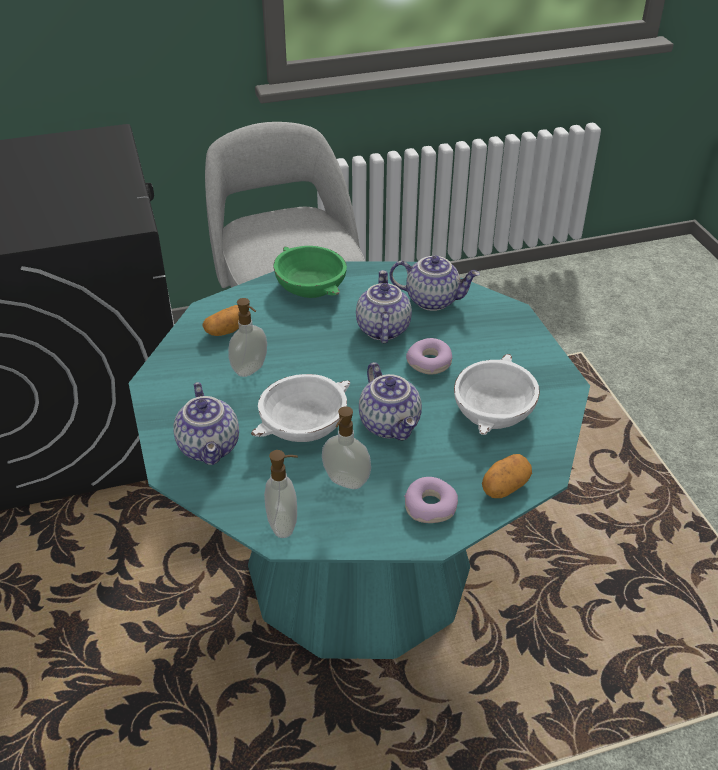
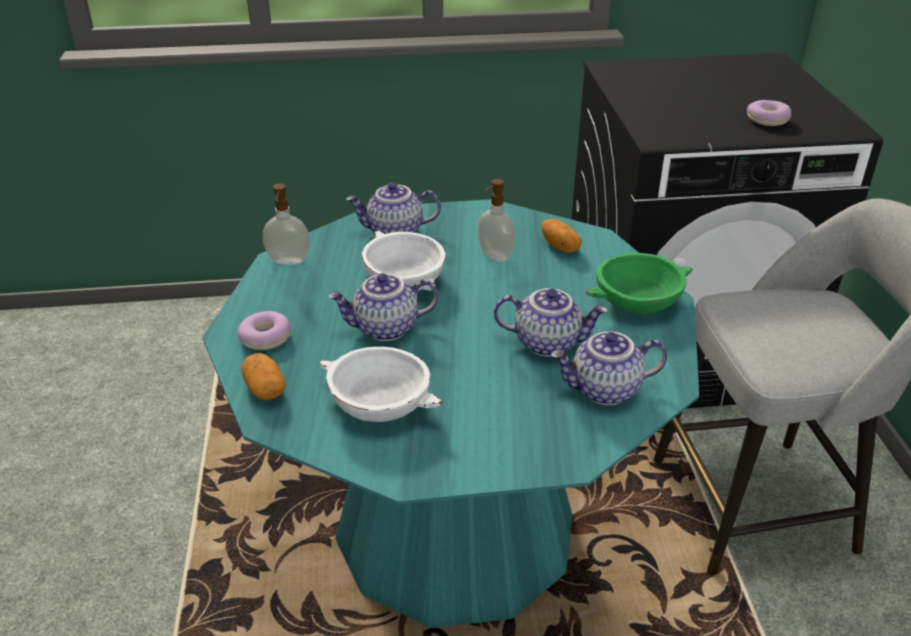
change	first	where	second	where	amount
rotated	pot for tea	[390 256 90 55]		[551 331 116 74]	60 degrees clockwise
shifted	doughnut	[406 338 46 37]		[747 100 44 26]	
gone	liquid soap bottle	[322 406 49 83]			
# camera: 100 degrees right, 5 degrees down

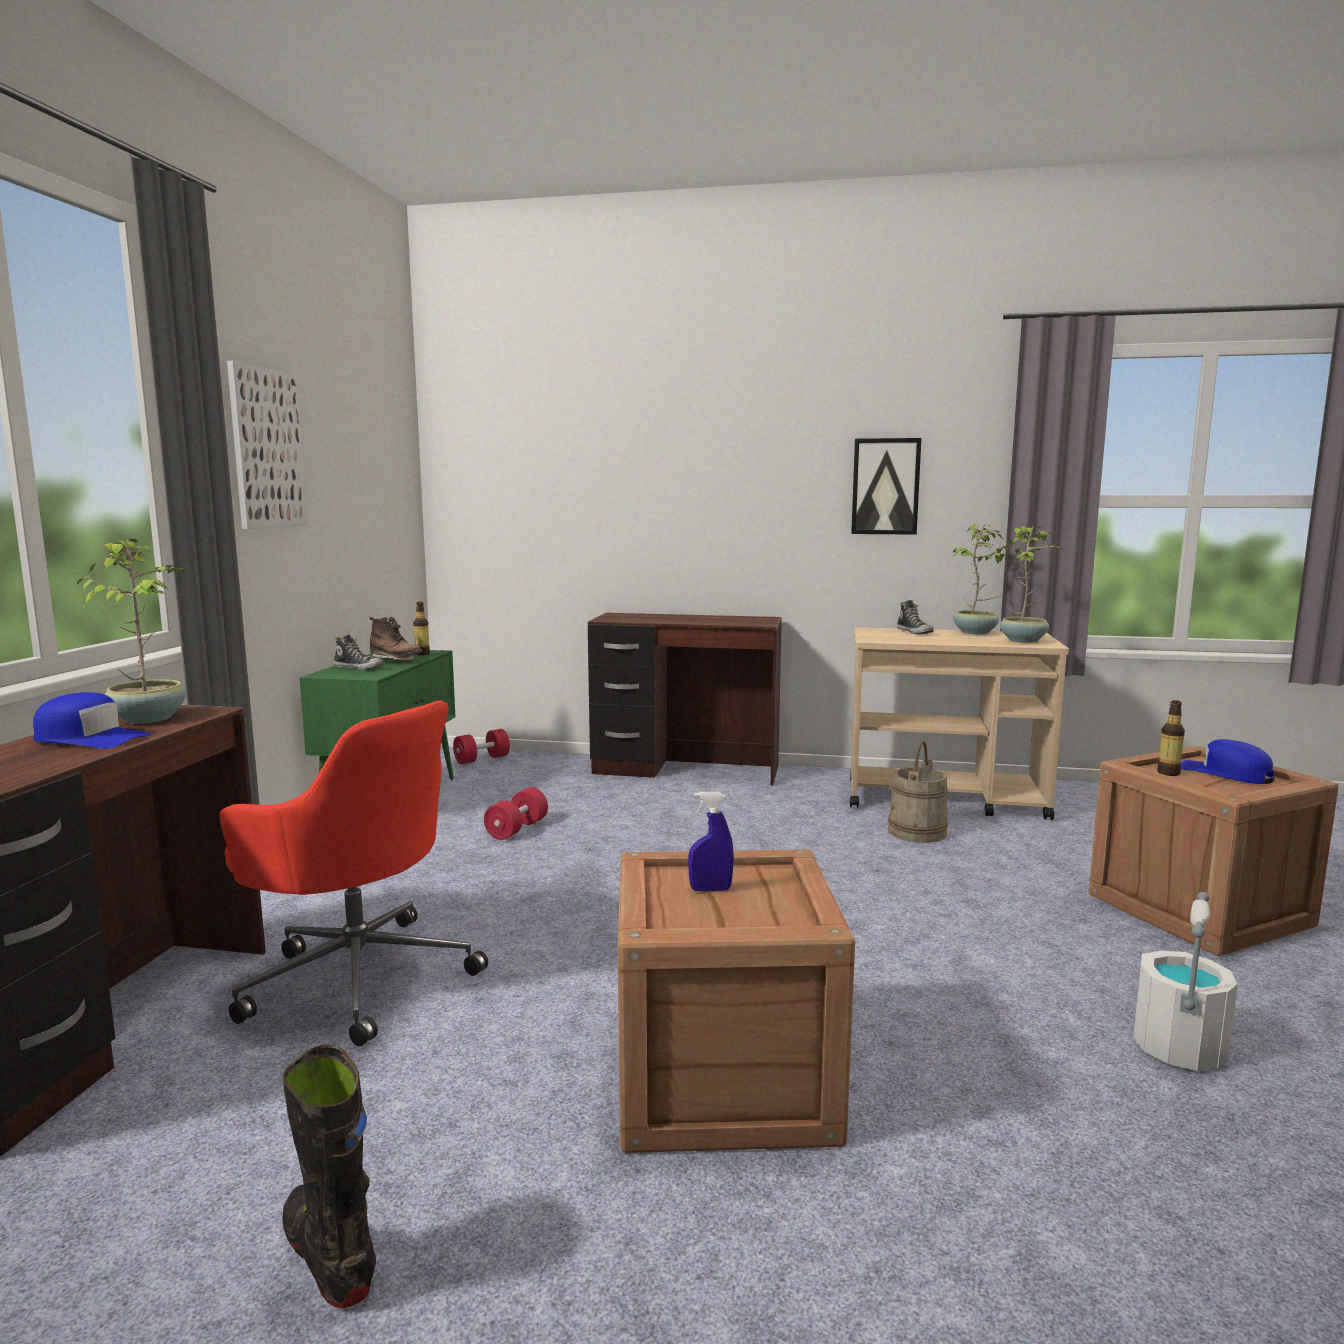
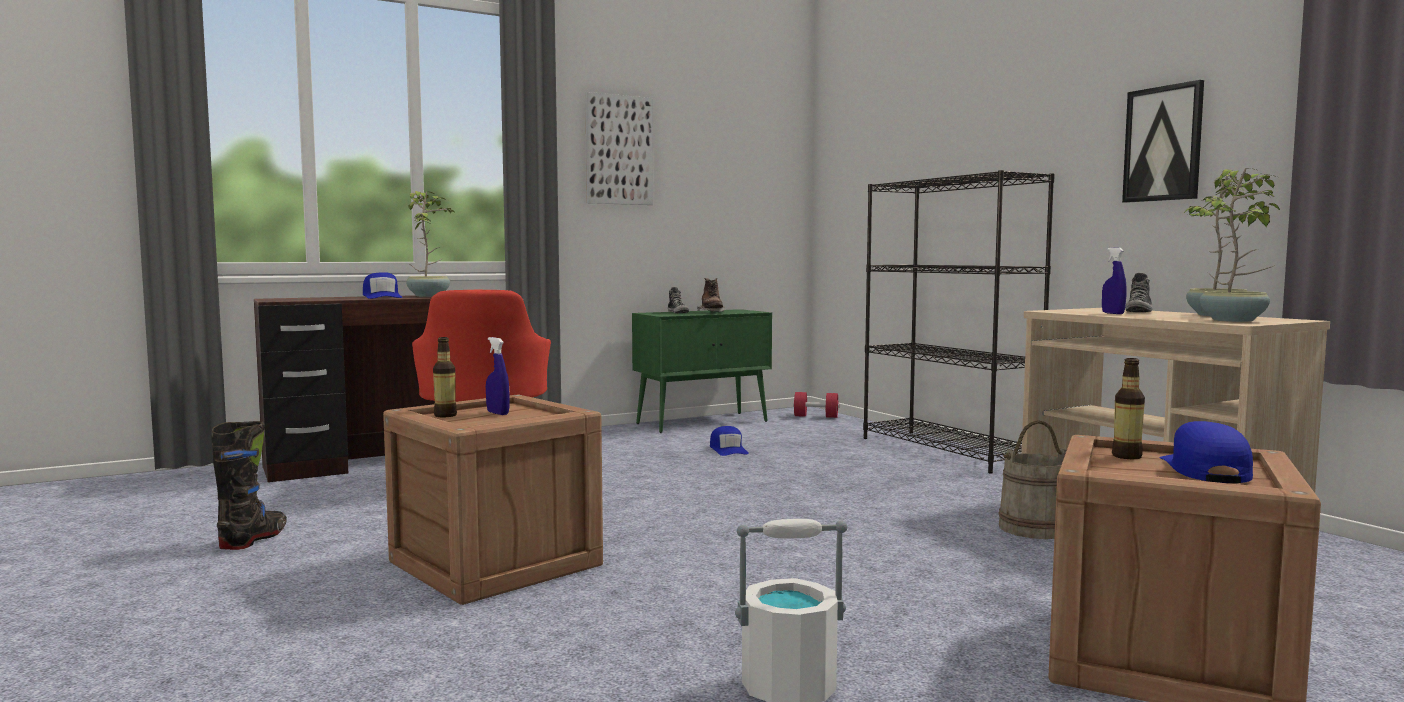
change	first	where	second	where	amount
shifted	drink bottle	[413 602 17 53]		[433 337 24 80]	
swapped	brownish desk table	[588 613 194 173]	black bookcase	[863 170 192 304]	
swapped	red-coloured dumbbell	[484 787 64 53]	blue-coloured cap	[710 426 39 30]	
new			blue-coloured sprayer	[1102 248 25 66]	
# camera: 50 degrees right, 5 degrees down

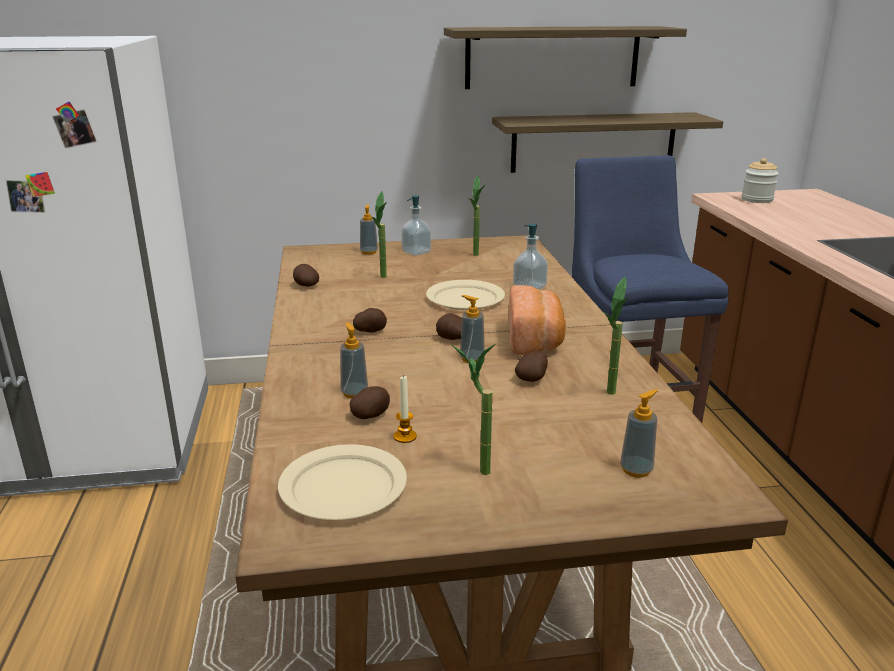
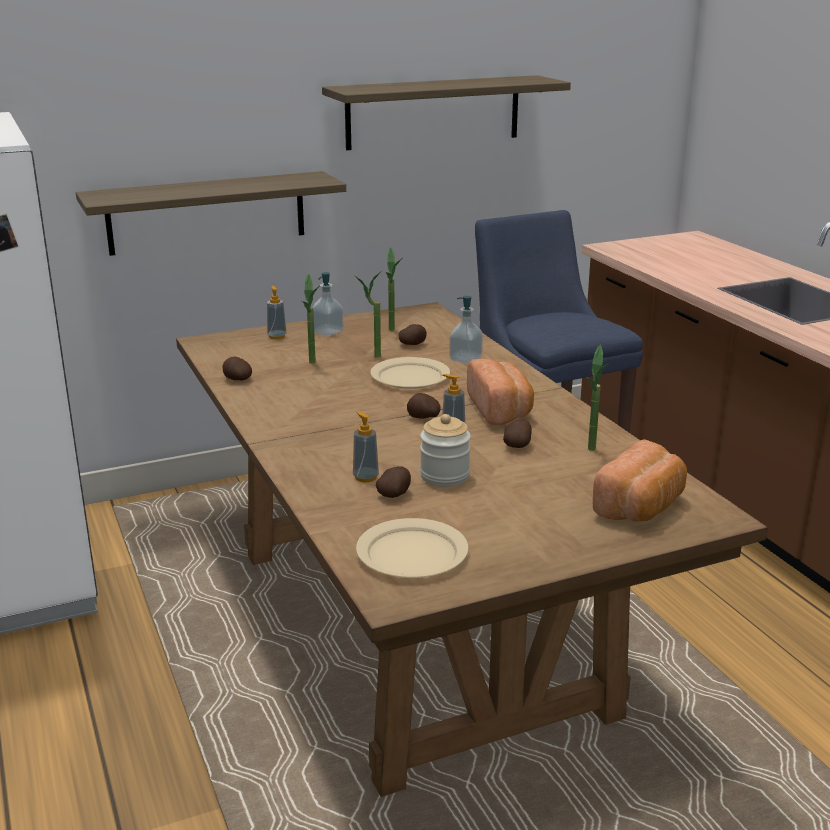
change	first	where	second	where	amount
shifted	shelf	[492 112 231 61]		[76 171 270 85]	
shifted	preserve jar	[742 158 37 45]		[420 414 51 73]	
shifted	spud	[353 308 34 25]		[399 324 28 21]	
shifted	potted plant	[451 344 44 131]		[354 273 27 85]	
gone	wax light	[393 375 24 68]			
swapped	liquid soap bottle	[620 389 38 89]	bakery bread	[593 440 94 82]	
# camera: 15 degrees left, 0 degrees up

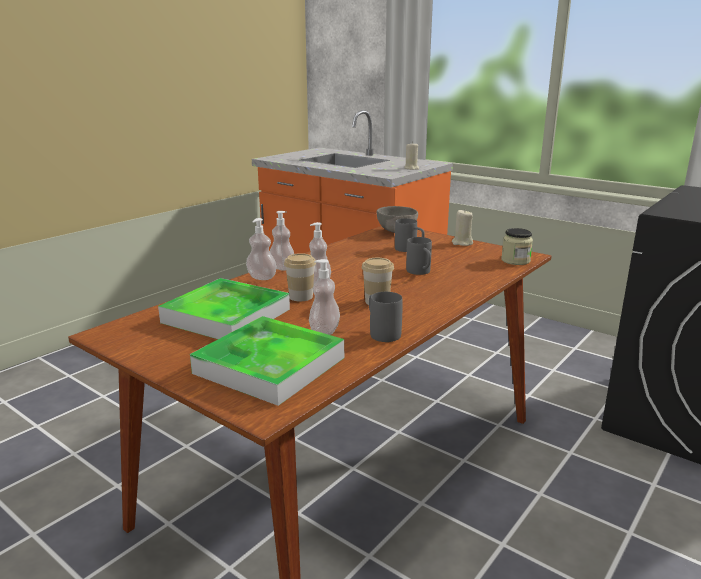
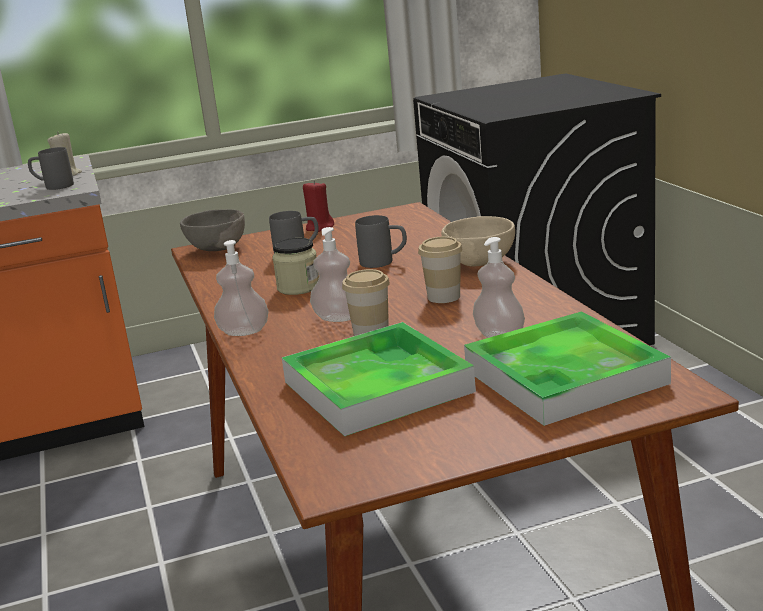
change	first	where	second	where	amount
repainted	beige-coloured wax light	[452 209 21 37]	red-coloured wax light	[303 180 31 52]	
gone	liquid soap bottle	[246 218 31 62]			
shifted	preserve jar	[501 228 32 37]		[273 238 46 57]	
shifted	greyish coffee mug	[369 292 34 50]		[28 147 46 43]	
new			beige-coloured serving bowl	[441 216 74 51]	
# camera: 55 degrees left, 0 degrees up

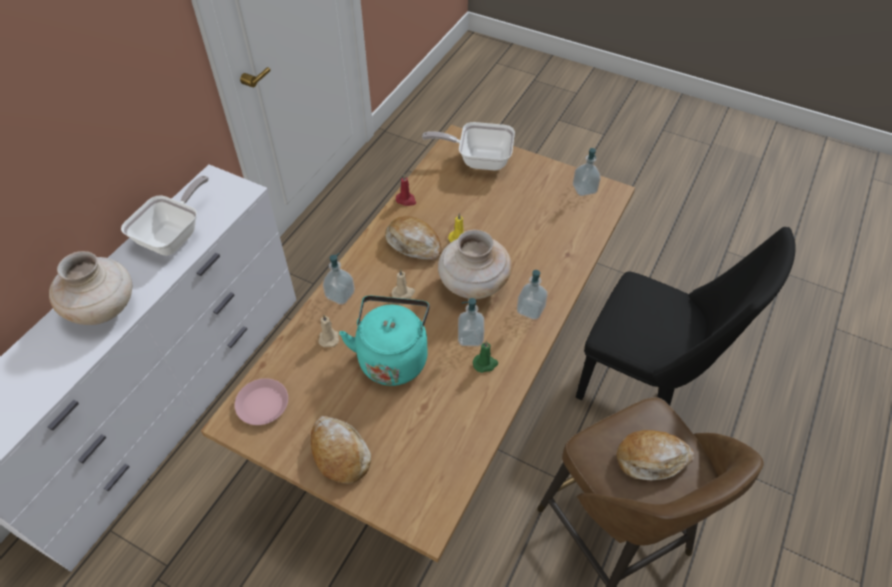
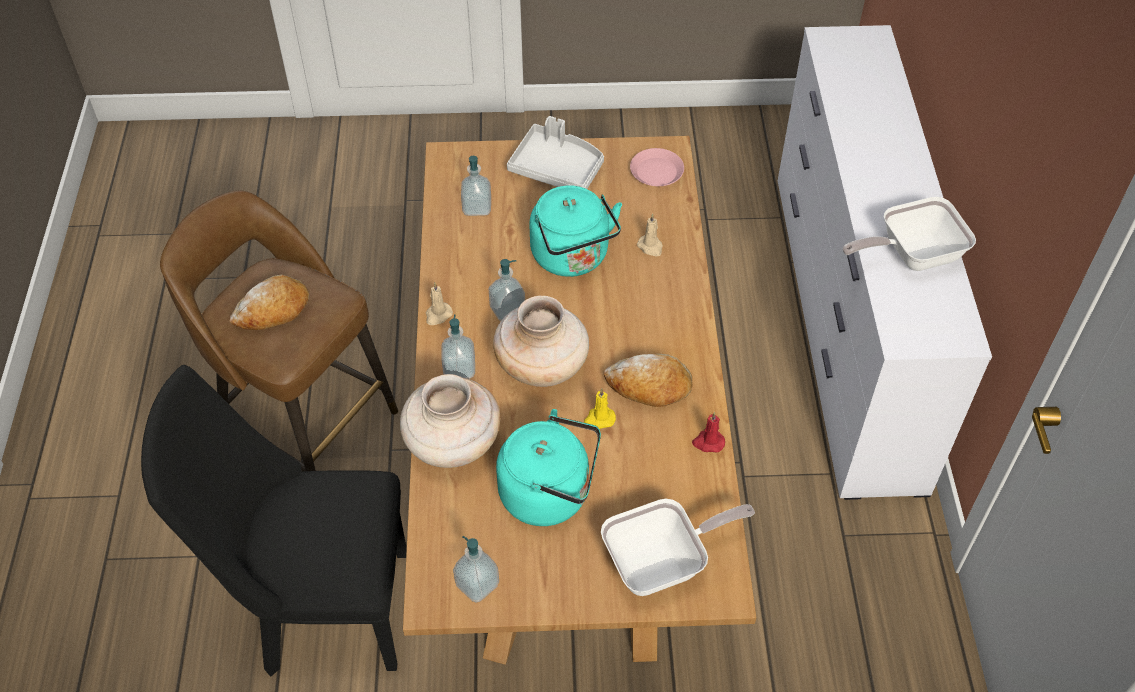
change	first	where	second	where	amount
rotated	frying pan	[121 175 88 81]		[843 197 133 74]	75 degrees clockwise
shifted	beige-coloured vase	[49 251 83 74]		[400 374 100 94]	
shifted	liquid soap bottle	[323 253 32 52]		[461 156 30 60]	
shifted	beige-coloured wax light	[391 269 24 30]		[426 283 27 42]	
gone	green wax light	[473 340 25 33]			
swapped	bakery bread	[311 416 60 68]	greyish tray	[507 116 97 73]	
new			blue-green kettle	[496 409 105 117]	
# camera: 150 degrees right, 0 degrees up

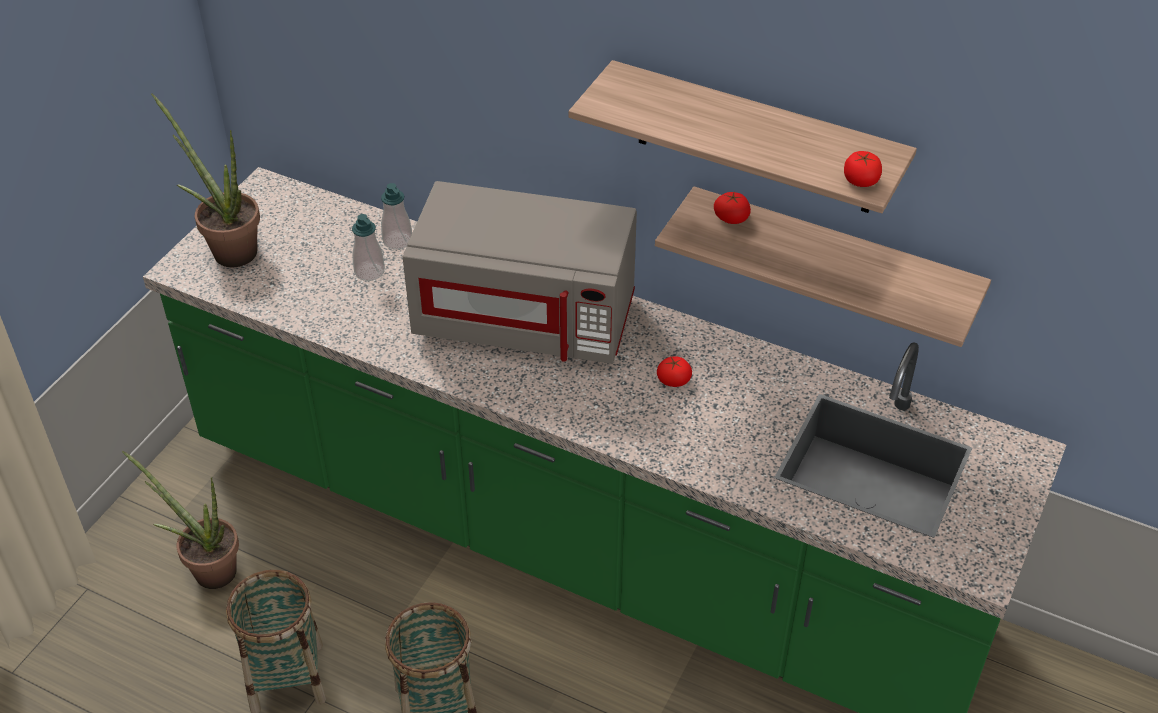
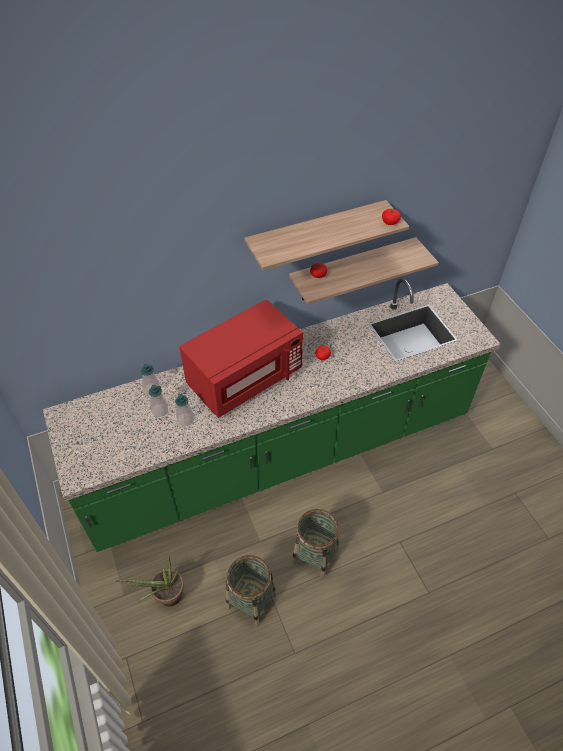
change	first	where	second	where	amount
gone	potted plant	[151 93 109 174]			
repainted	greyish microwave oven	[402 181 235 183]	red-coloured microwave oven	[179 300 124 118]	
new			liquid soap bottle	[175 394 19 32]	
# camera: 50 degrees left, 5 degrees up

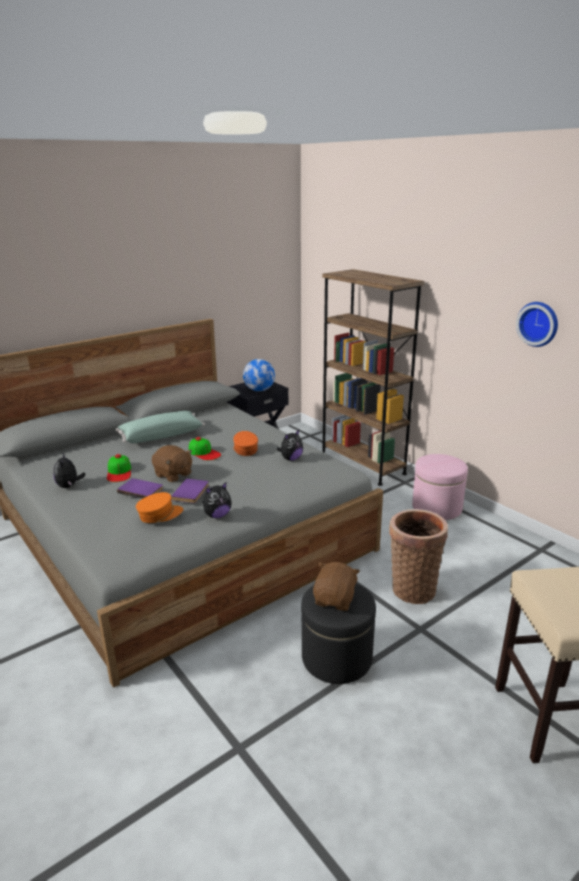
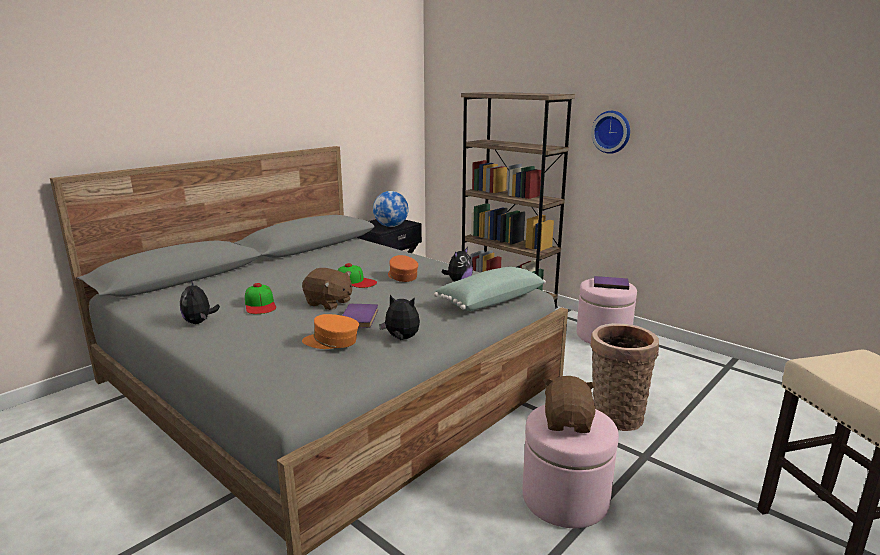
change	first	where	second	where	amount
shifted	wall clock	[516 302 42 45]		[591 111 39 43]	
shifted	green pillow	[116 411 89 32]		[434 267 112 44]	
shifted	purplish bound book	[117 478 46 21]		[594 276 35 14]	
rotated	soft toy	[202 482 30 36]		[379 295 41 45]	120 degrees counterclockwise
rotated	orange-coloured cap	[136 492 47 31]		[302 314 57 35]	135 degrees counterclockwise
repainted	black ottoman	[301 584 75 100]	pink-coloured ottoman	[522 405 97 123]	
# camera: 10 degrees left, 5 degrees down

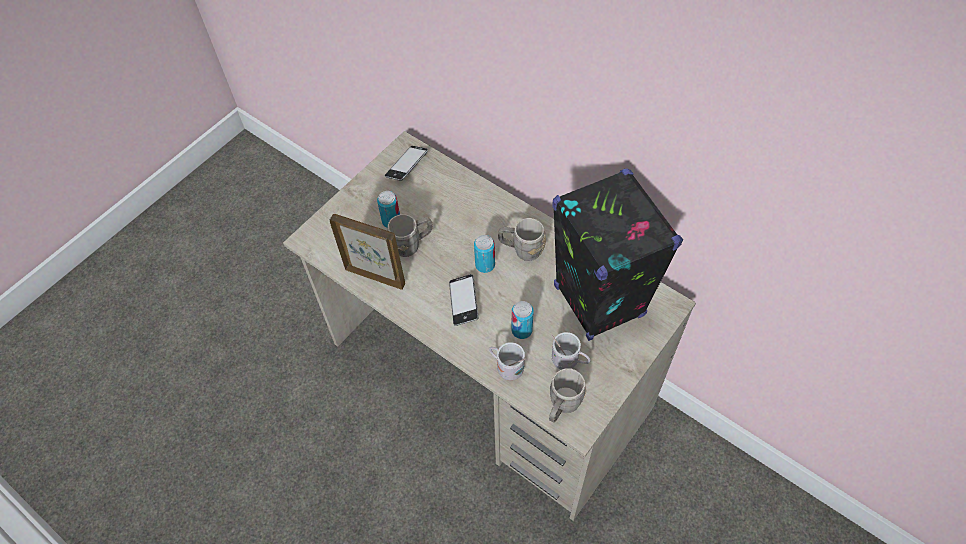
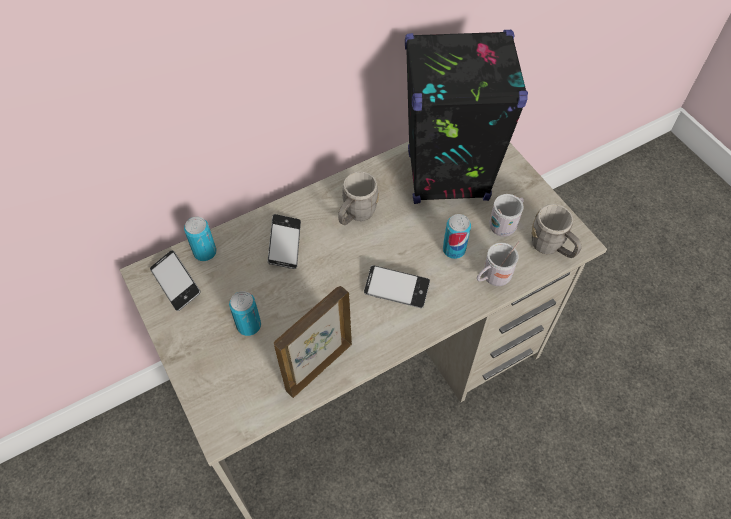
change	first	where	second	where	amount
gone	greyish coffee mug	[387 214 46 43]			
shifted	sealed can	[474 235 21 38]		[184 217 32 44]	
new			telephone	[267 214 34 55]	
# camera: 70 degrees left, 0 degrees up

